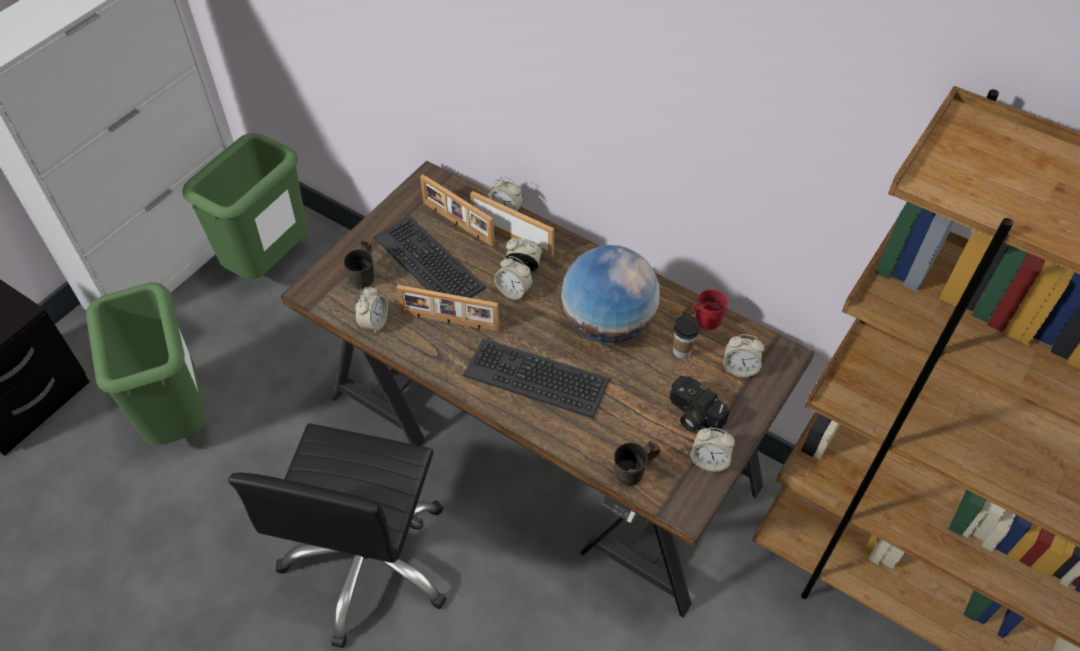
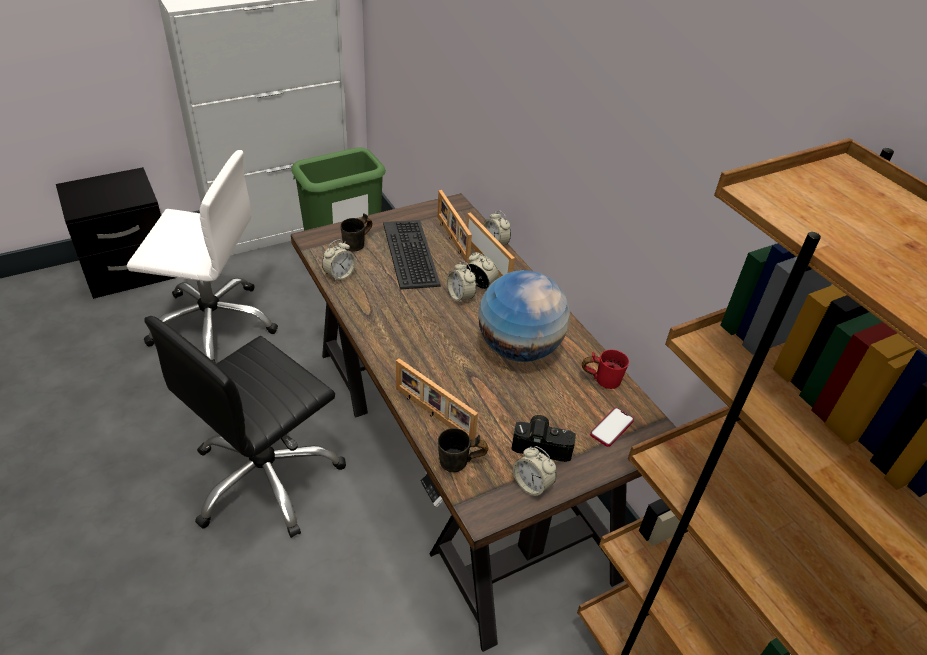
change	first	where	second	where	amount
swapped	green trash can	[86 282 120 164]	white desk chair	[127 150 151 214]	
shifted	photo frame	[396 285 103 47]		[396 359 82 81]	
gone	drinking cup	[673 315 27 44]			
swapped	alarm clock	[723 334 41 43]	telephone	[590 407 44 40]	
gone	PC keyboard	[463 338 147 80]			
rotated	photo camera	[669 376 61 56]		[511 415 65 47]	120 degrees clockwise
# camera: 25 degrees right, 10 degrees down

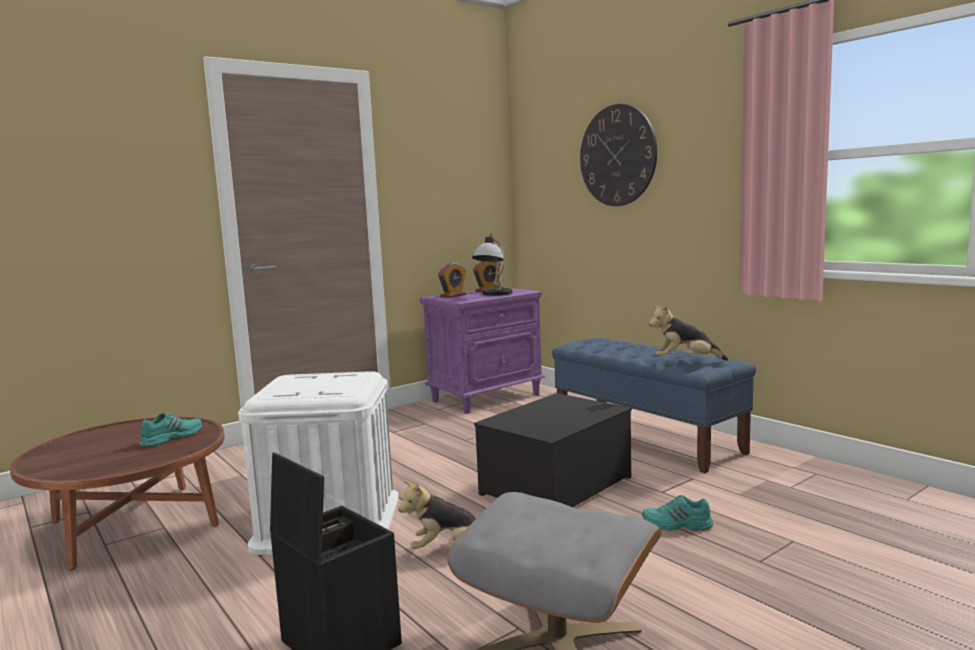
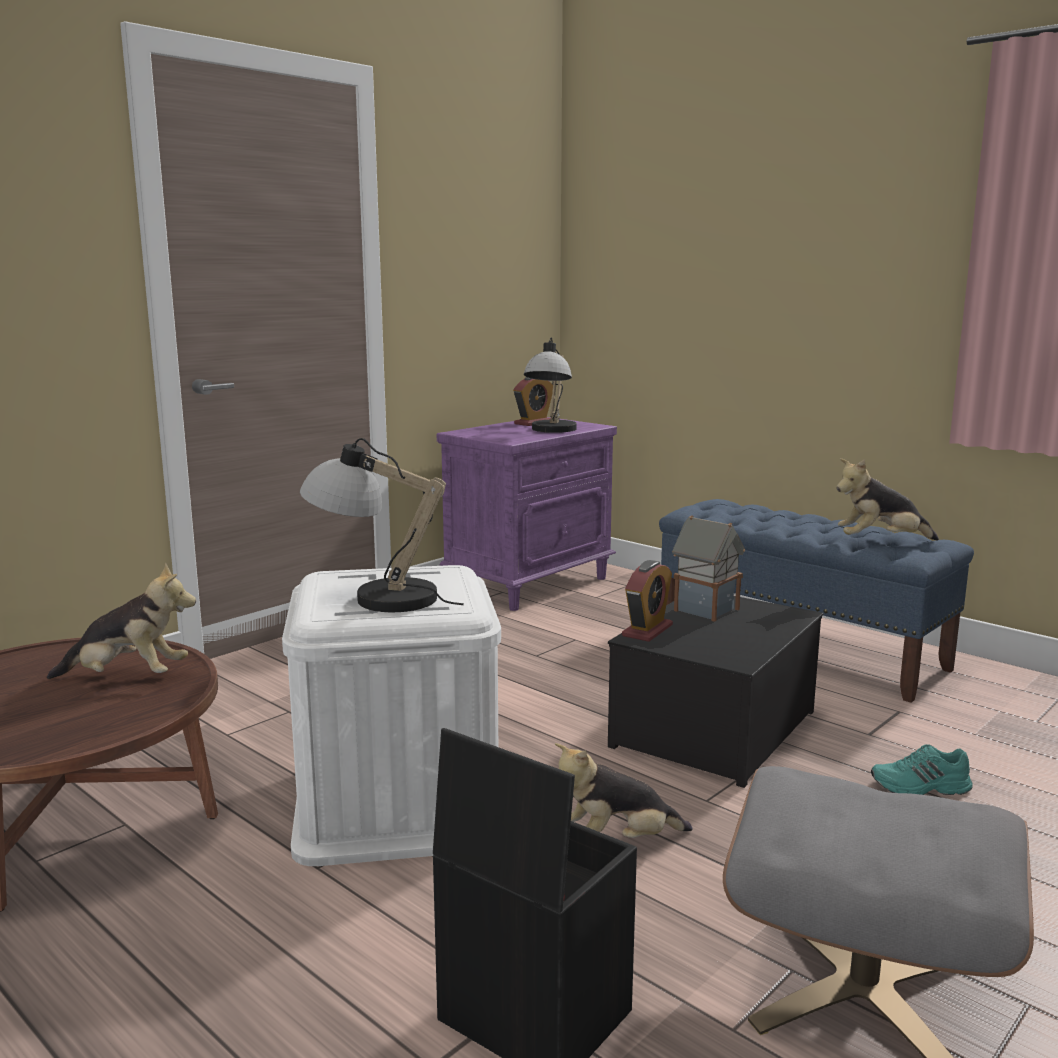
change	first	where	second	where	amount
gone	wall clock	[580 104 77 102]			
shifted	alarm clock	[438 263 29 35]		[622 560 51 82]	
swapped	blue-green low shoe	[139 413 63 34]	soft toy	[47 562 149 117]	
new			table lamp	[300 438 164 174]	
new			toy house	[672 515 73 107]	
# camera: 10 degrees left, 5 degrees up

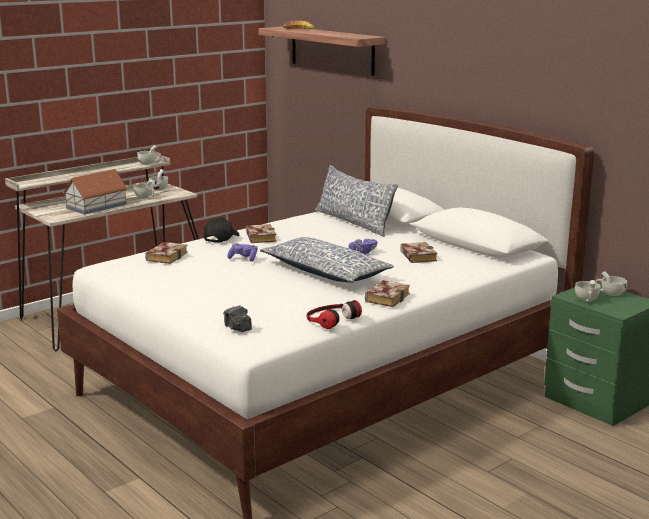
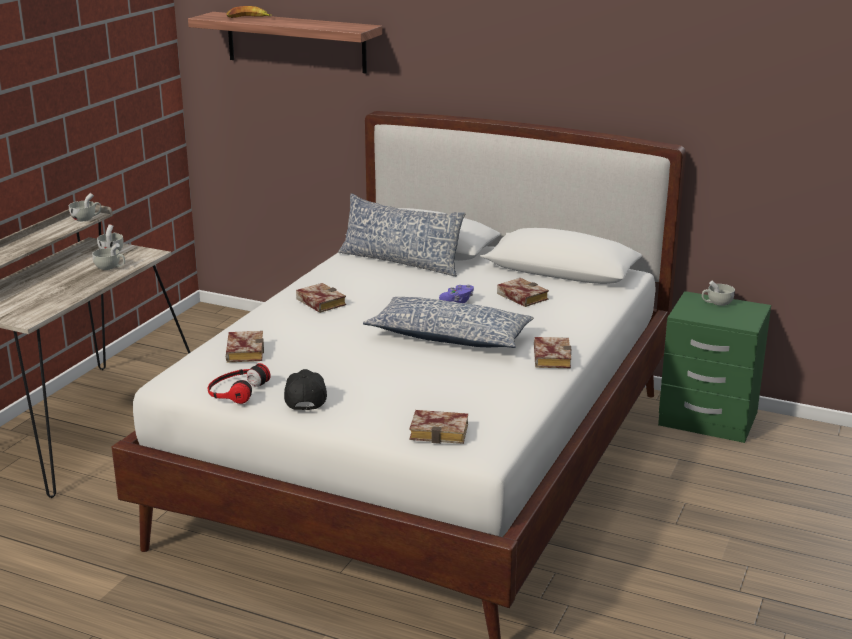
change	first	where	second	where	amount
gone	toy house	[63 169 65 46]			
shifted	black cap	[204 218 35 25]		[284 369 43 42]	
gone	purplish joypad	[227 243 31 19]			
gone	white drinking cup	[575 280 26 22]			
shifted	headset	[306 300 56 29]		[208 363 63 41]	
swapped	photo camera	[223 305 29 27]	bound book	[409 410 59 34]	
# camera: 25 degrees left, 5 degrees up

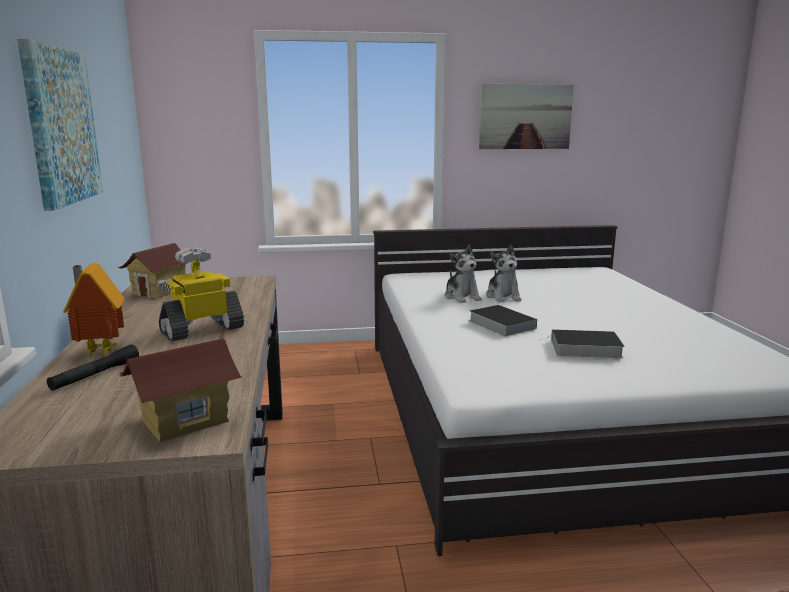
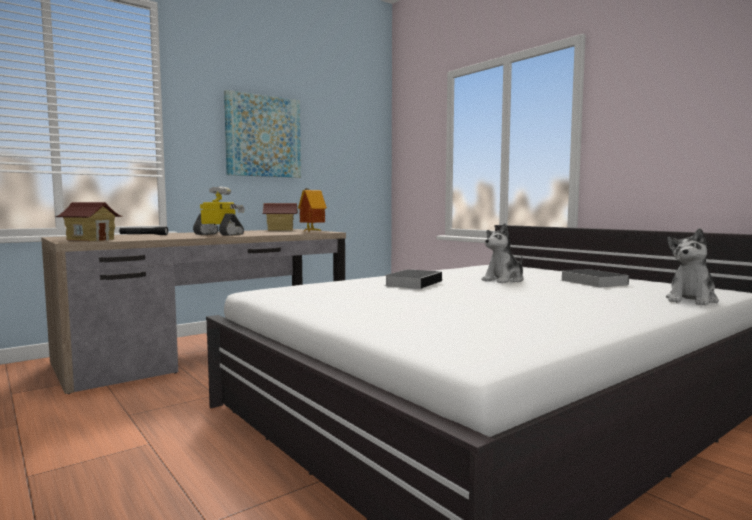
change	first	where	second	where	amount
gone	wall art	[479 84 95 65]			
shifted	soft toy	[445 245 37 58]		[666 228 53 78]	
shifted	toy house	[63 263 61 94]		[298 188 29 44]	
shifted	bound book	[539 329 85 29]		[561 269 68 18]	
# camera: 60 degrees right, 10 degrees down

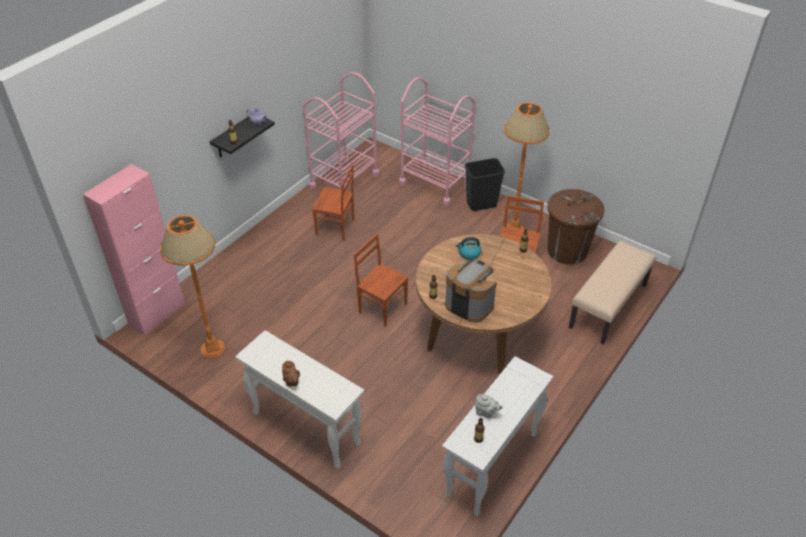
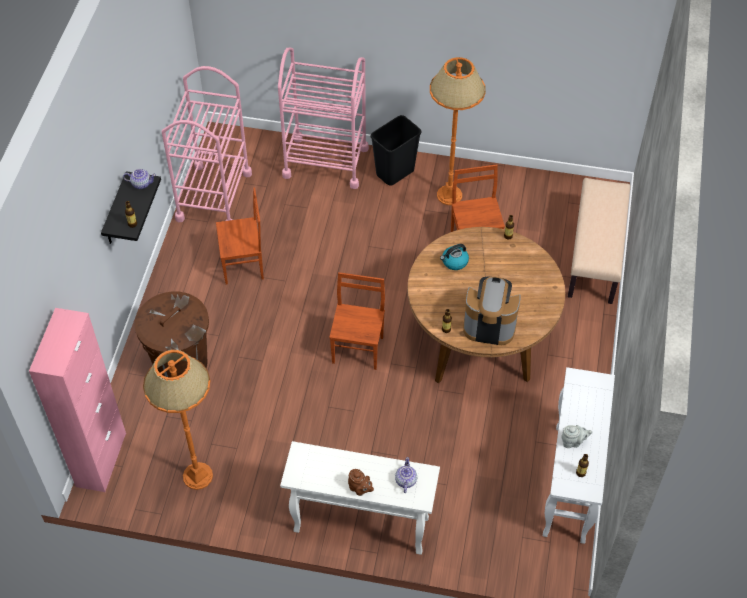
change	first	where	second	where	amount
shifted	brownish trash can	[547 189 57 75]		[135 292 74 85]	
rotated	brownish plain chair	[354 234 54 93]		[329 272 56 98]	90 degrees clockwise
new			pot for tea	[395 457 22 36]	
# camera: 25 degrees left, 10 degrees up

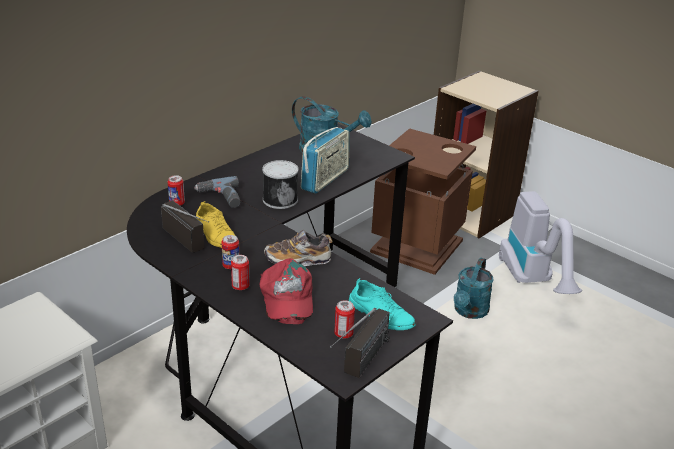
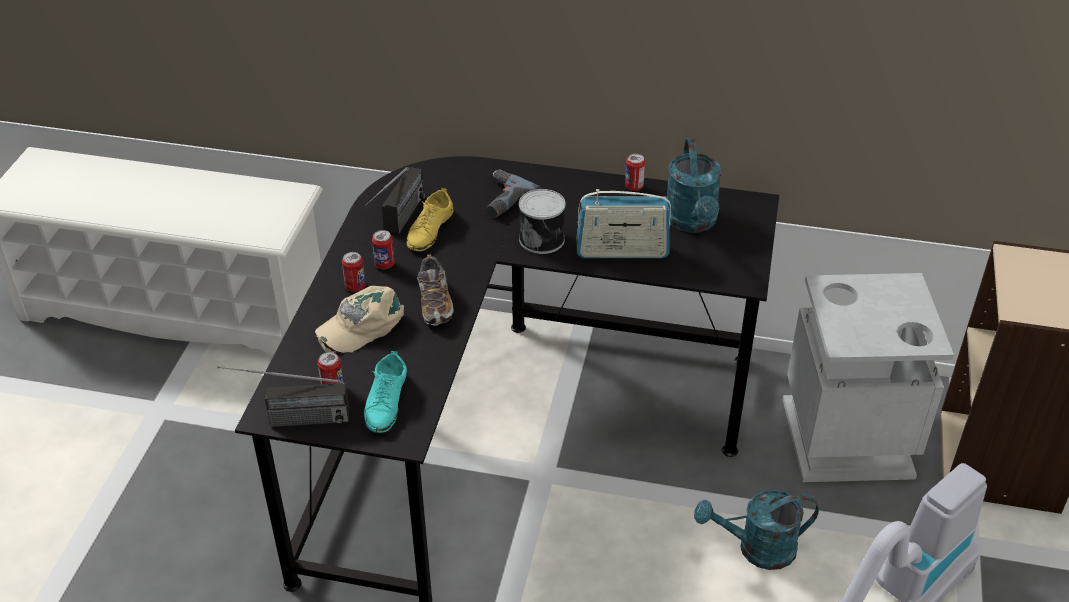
change	first	where	second	where	amount
repainted	brownish trash can	[370 128 106 147]	greyish trash can	[783 273 171 209]	
shifted	sealed can	[167 175 18 31]		[625 154 20 37]	
rotated	low shoe	[264 230 69 36]		[417 254 37 72]	150 degrees counterclockwise
repainted	red-coloured cap	[260 258 53 66]	beige-coloured cap	[315 286 89 68]	
# camera: 60 degrees right, 10 degrees up

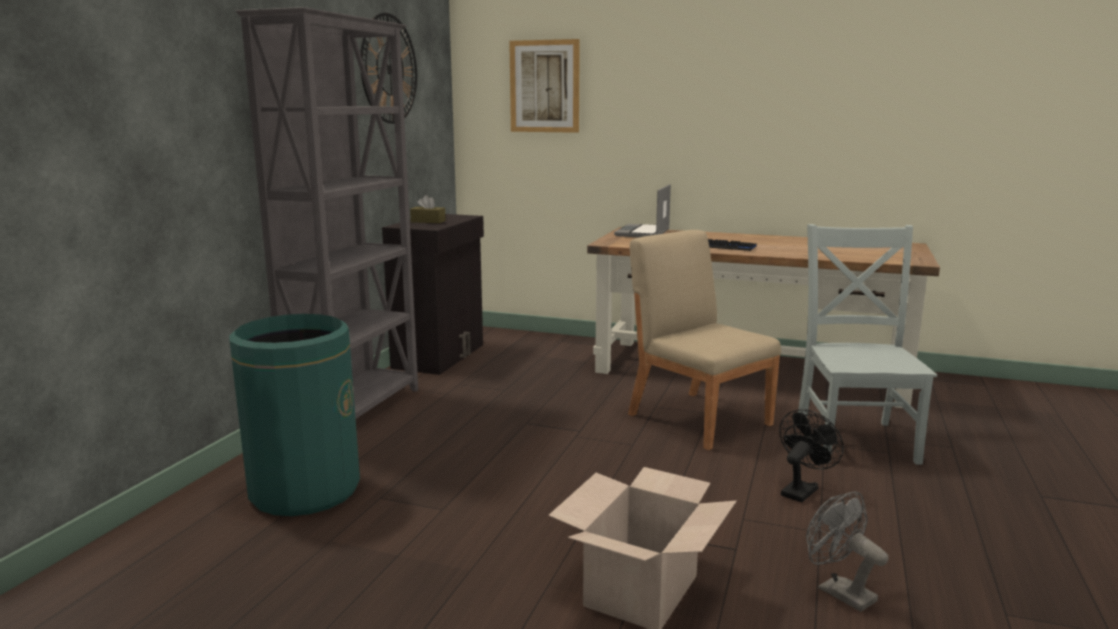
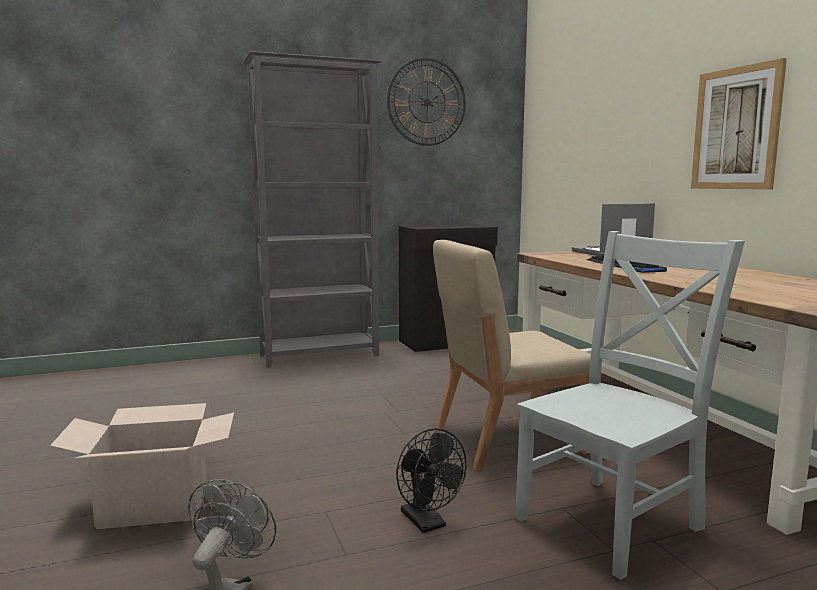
change	first	where	second	where	amount
shifted	wall art	[509 39 71 94]		[691 58 96 132]	
gone	brownish tissue holder	[410 195 36 28]			
rotated	beige-coloured plain chair	[628 230 153 220]		[433 240 158 231]	120 degrees counterclockwise
gone	green trash can	[229 314 131 202]			
rotated	black fan	[779 409 65 93]		[396 429 71 104]	60 degrees clockwise
# camera: 50 degrees right, 5 degrees down

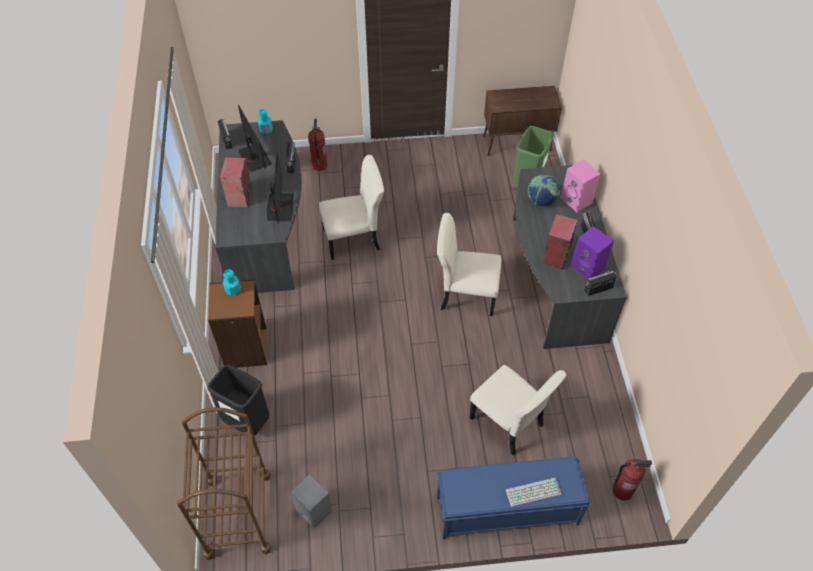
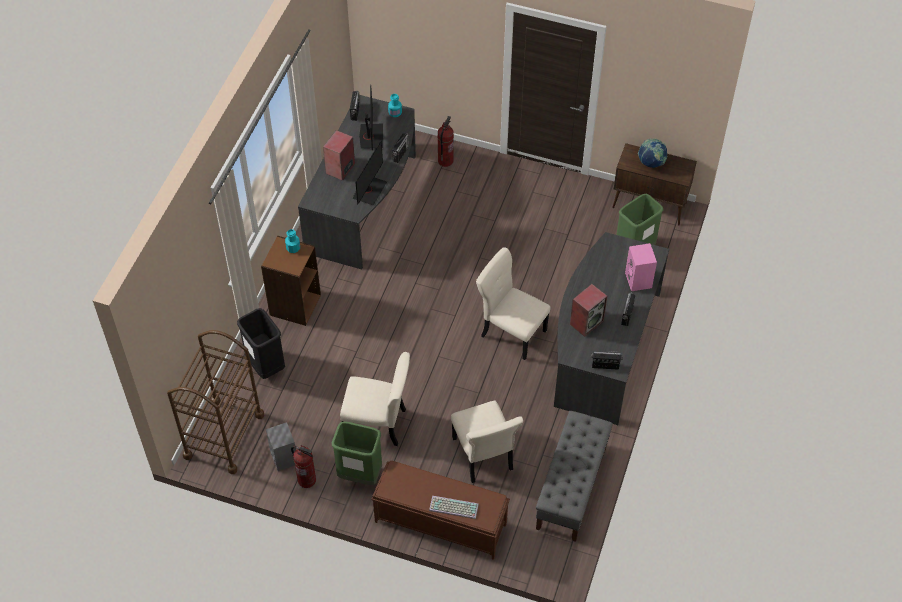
change	first	where	second	where	amount
shifted	beige-coloured plain chair	[319 155 65 105]		[340 352 70 94]	
shifted	desk globe	[528 175 32 31]		[638 138 29 30]	
gone	purplish audio speaker	[571 226 43 53]			
repainted	blue-coloured bench	[437 457 153 82]	brownish bench	[371 461 139 99]	
shifted	fire-fighting cylinder	[613 459 39 42]		[291 445 25 43]	
new			greyish bench	[536 411 77 131]	
new			green trash can	[332 422 50 63]	
# camera: 25 degrees right, 0 degrees up

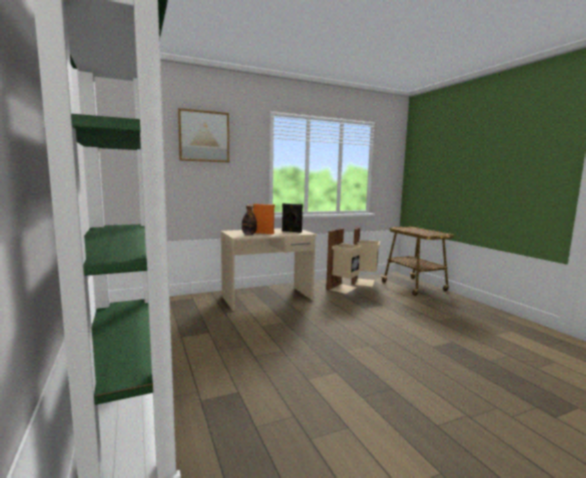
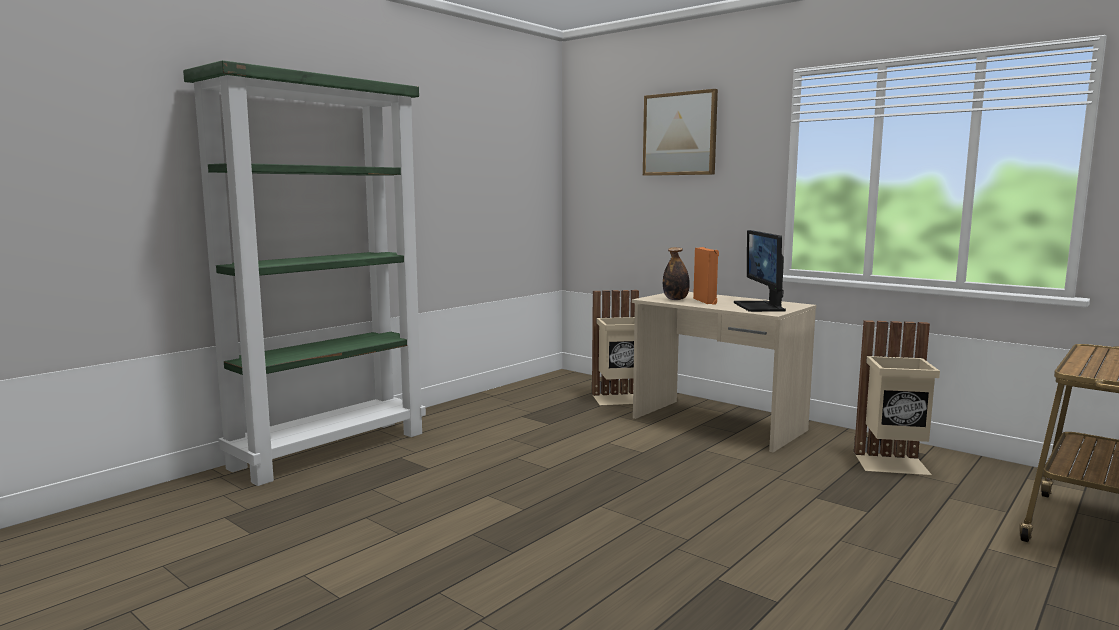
change	first	where	second	where	amount
swapped	black audio speaker	[282 203 21 30]	computer display	[734 230 52 82]	
shifted	beige-coloured trash can	[351 226 29 61]		[592 290 47 115]	
# camera: 65 degrees right, 0 degrees up

